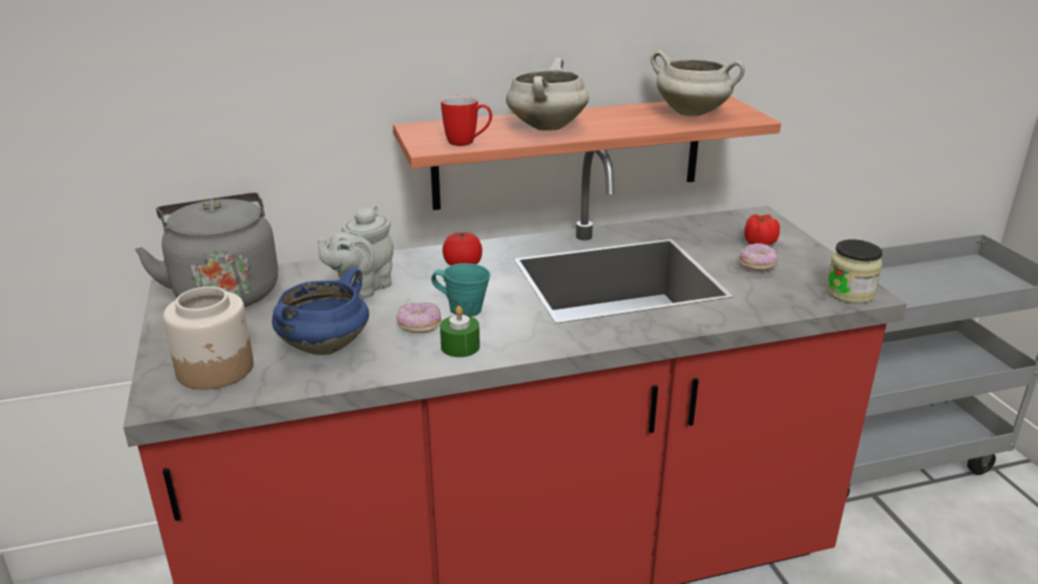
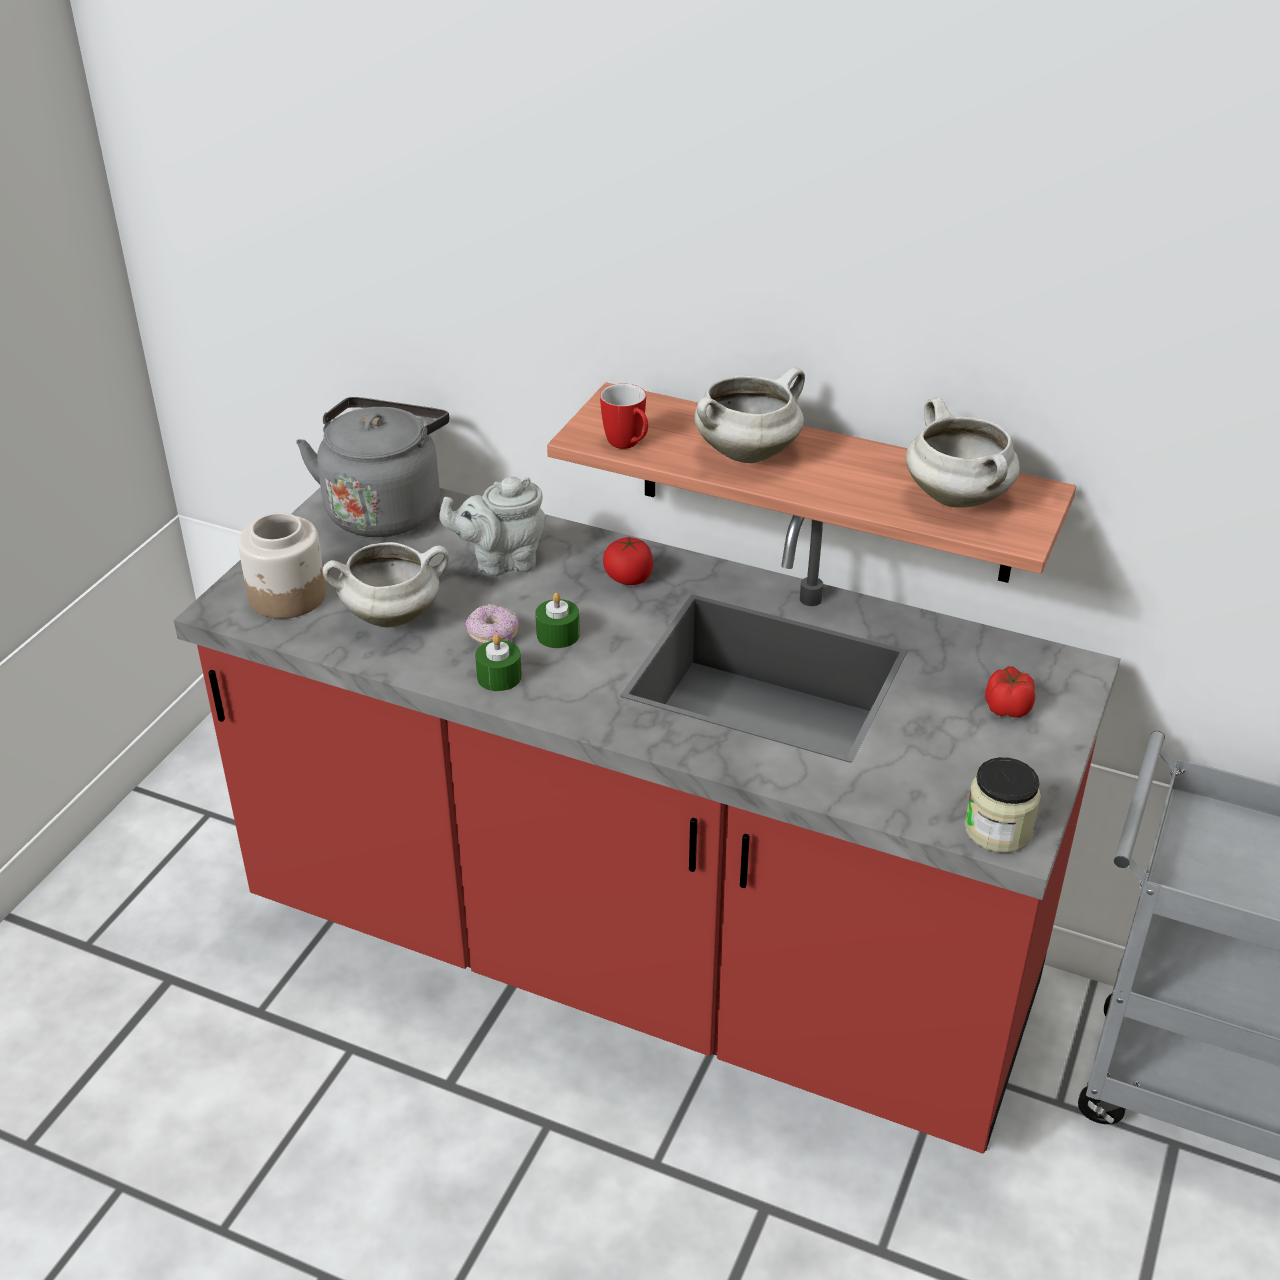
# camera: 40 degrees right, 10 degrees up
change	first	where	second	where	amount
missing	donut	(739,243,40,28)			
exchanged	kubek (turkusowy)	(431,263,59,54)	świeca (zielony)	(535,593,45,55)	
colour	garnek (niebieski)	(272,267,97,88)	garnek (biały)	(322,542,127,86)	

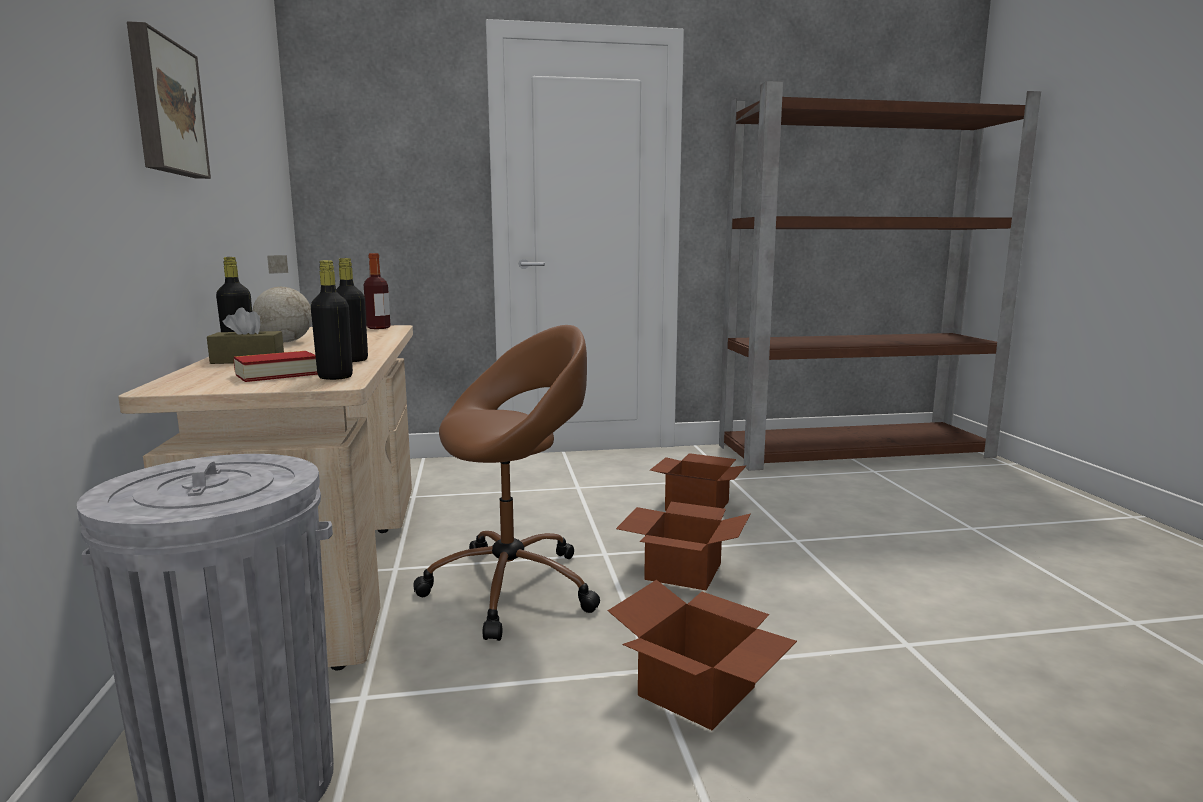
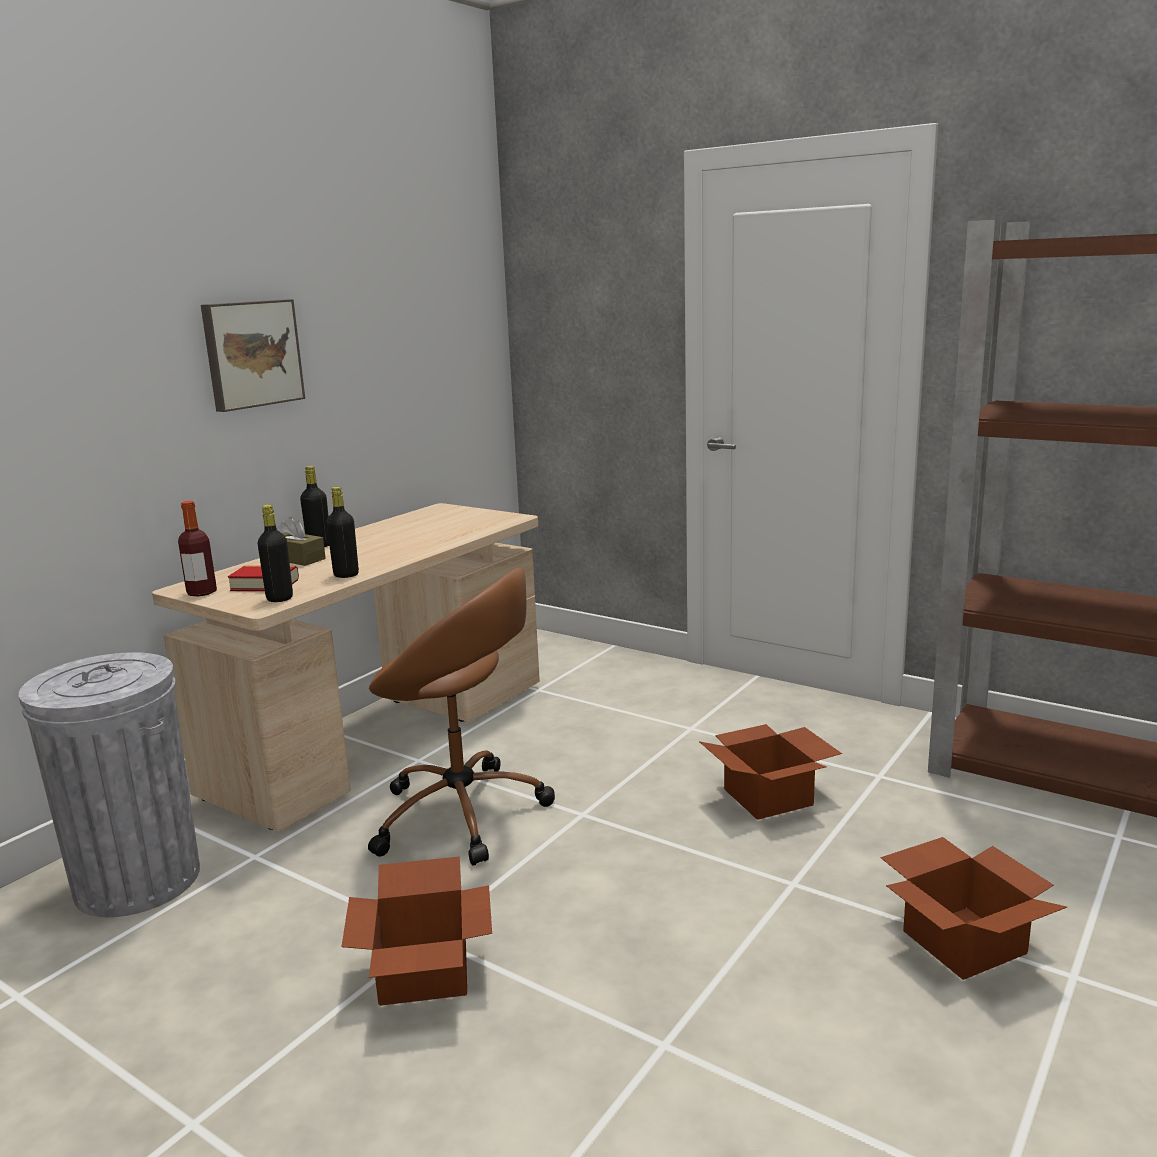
# camera: 45 degrees right, 5 degrees up
change	first	where	second	where	amount
relocated	butelka	(364,253,27,76)		(178,501,39,96)	
missing	globus	(252,255,60,87)			
relocated	karton	(616,502,135,89)		(880,837,187,143)	

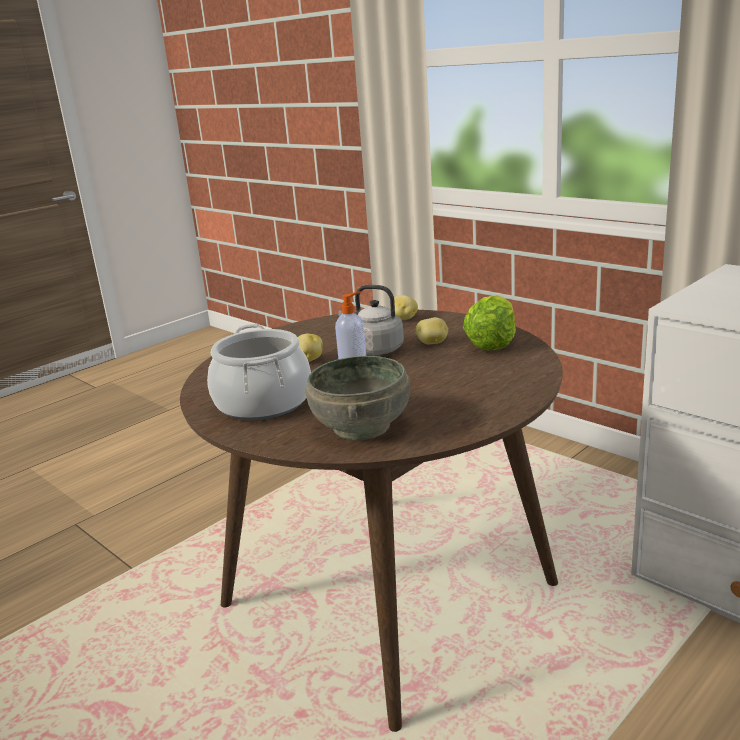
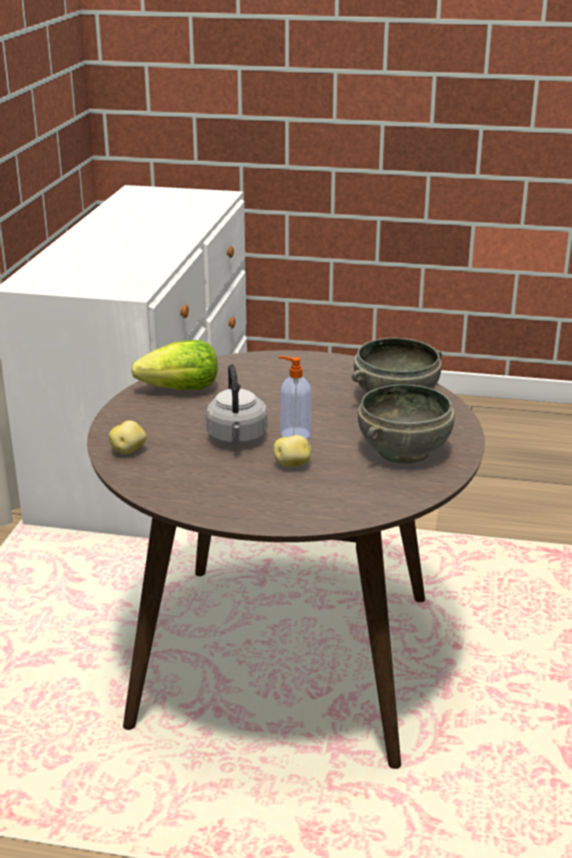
# camera: 125 degrees left, 5 degrees up
change	first	where	second	where	amount
missing	ziemniak	(416,317,32,27)			
exchanged	garnek	(207,324,104,96)	miska (szary)	(358,384,97,80)	

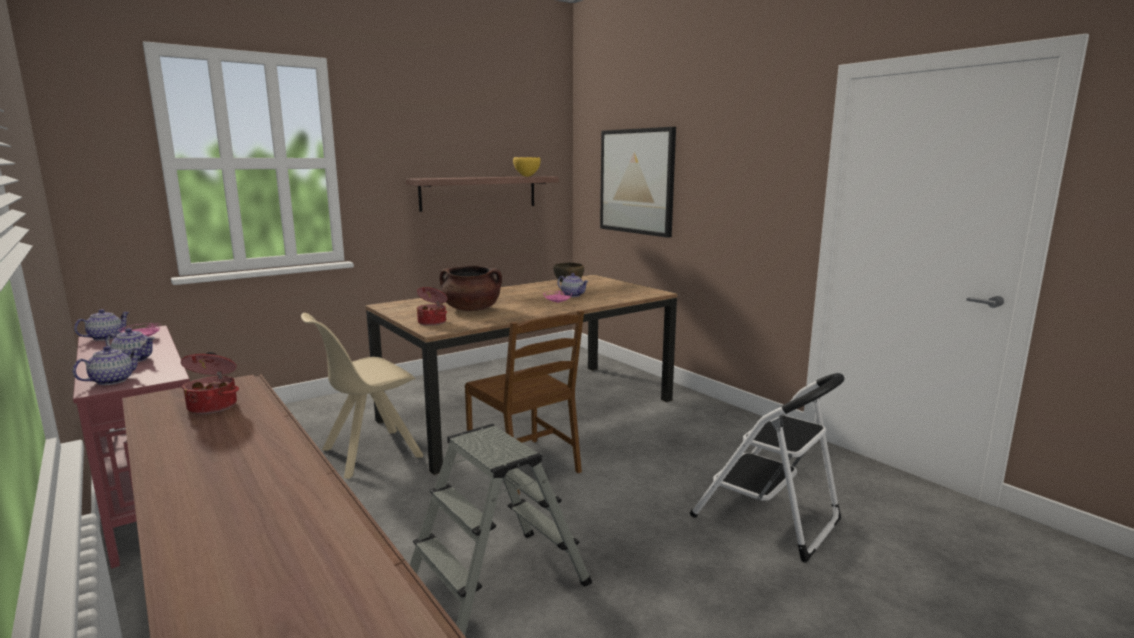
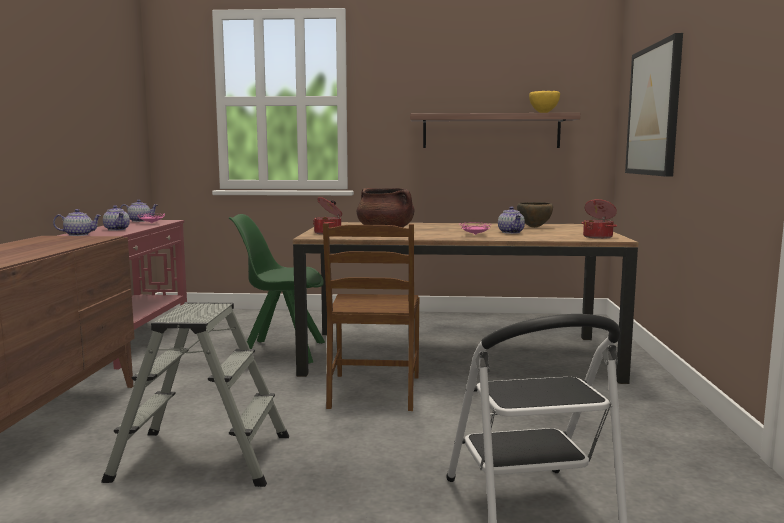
# camera: 40 degrees right, 5 degrees down
change	first	where	second	where	amount
colour	krzesło (beżowy)	(301,313,123,166)	krzesło (zielony)	(229,214,96,149)	
relocated	garnek	(181,352,58,62)		(581,199,36,40)	

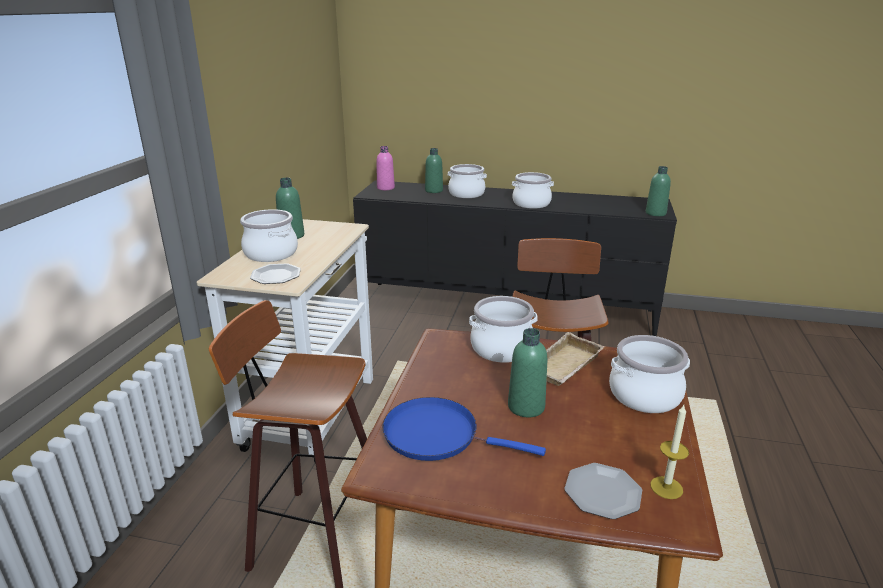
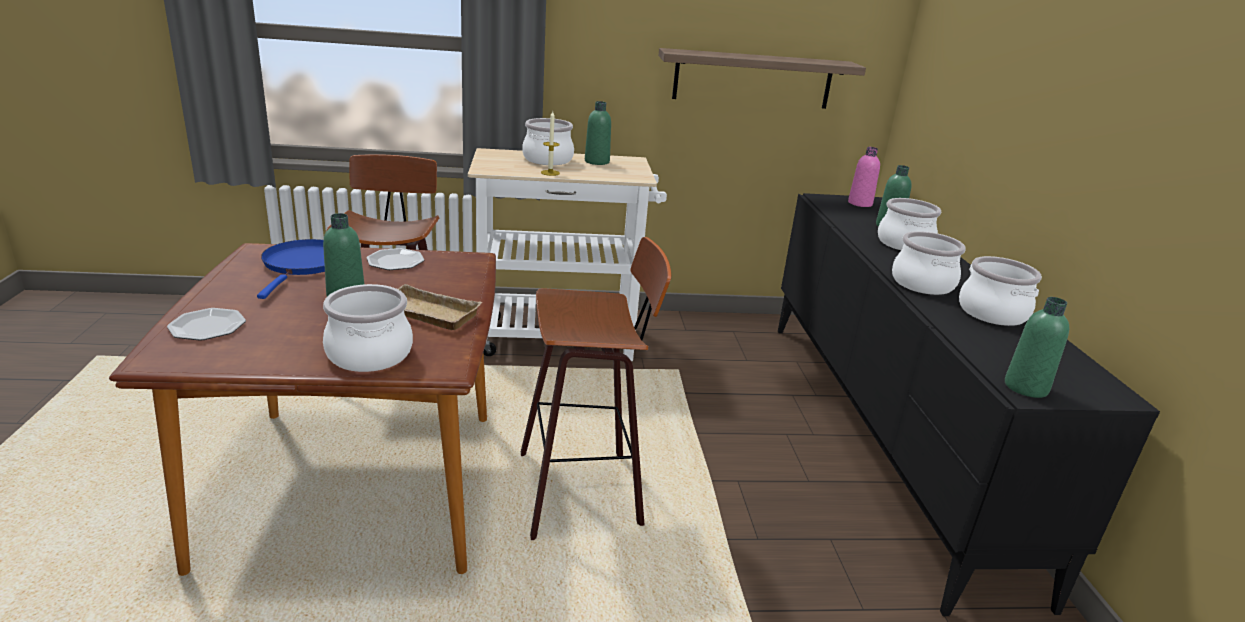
# camera: 70 degrees right, 0 degrees up
change	first	where	second	where	amount
relocated	talerz	(250,263,51,21)		(366,248,58,22)	
relocated	garnek	(469,296,69,67)		(959,256,83,70)	
relocated	świeca	(650,405,39,94)		(541,111,19,65)	
appeared			półka	(658,48,208,61)	

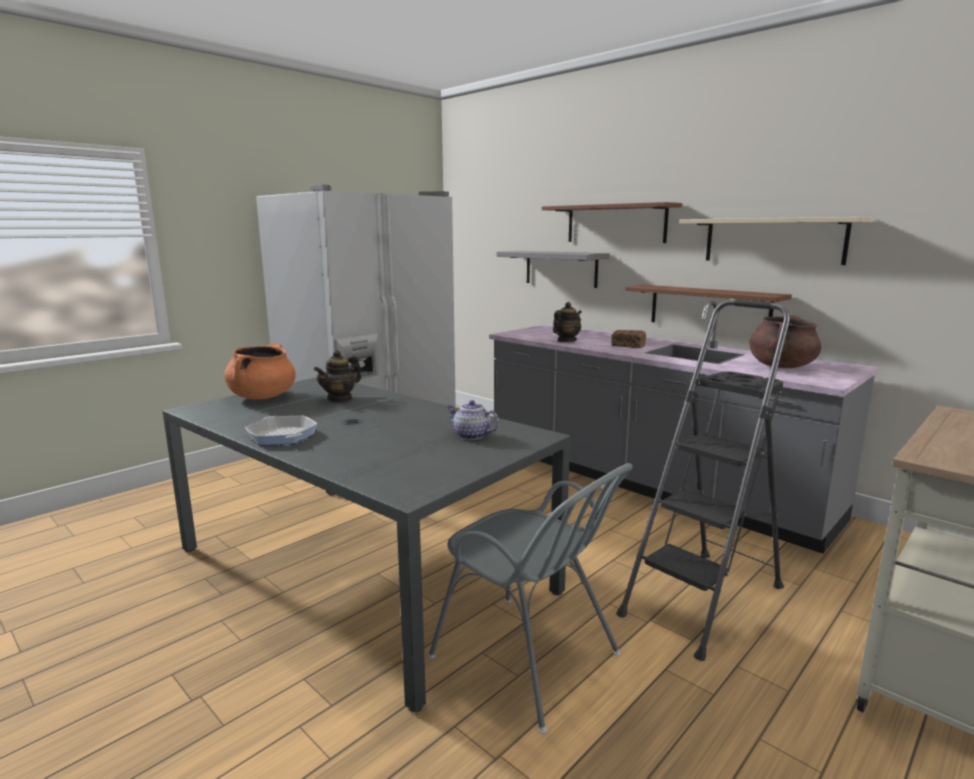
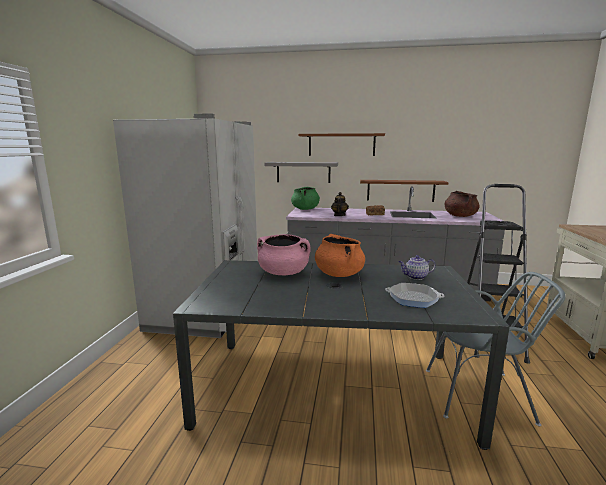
# camera: 35 degrees left, 0 degrees up
change	first	where	second	where	amount
missing	półka (beżowy)	(679,217,193,48)			
relocated	garnek (pomarańczowy)	(224,344,72,56)		(315,234,50,43)	
exchanged	imbryk	(314,350,48,52)	garnek (różowy)	(257,234,53,41)	
relocated	patelnia	(245,416,72,29)		(385,283,60,25)	
appeared			garnek (zielony)	(291,187,29,23)	

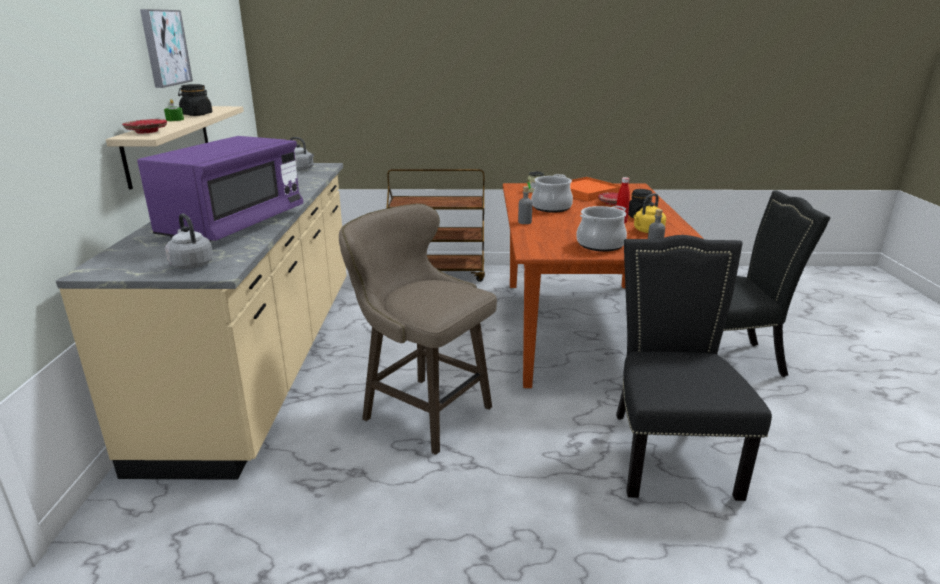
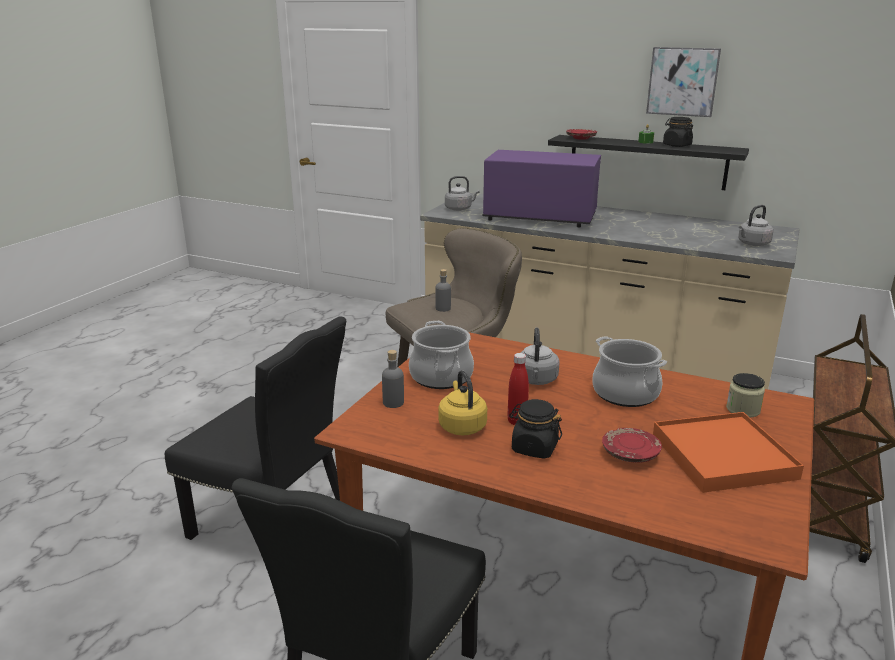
# camera: 115 degrees right, 0 degrees up
change	first	where	second	where	amount
colour	półka (beżowy)	(106,106,138,84)	półka (czarny)	(548,135,201,55)	
spun	mikrofalówka (fioletowy)	(137,136,166,106)		(483,150,118,77)	150 degrees clockwise
relocated	butelka (szary)	(518,186,14,38)		(435,269,16,43)	
appeared			czajnik (szary)	(520,327,40,58)	

